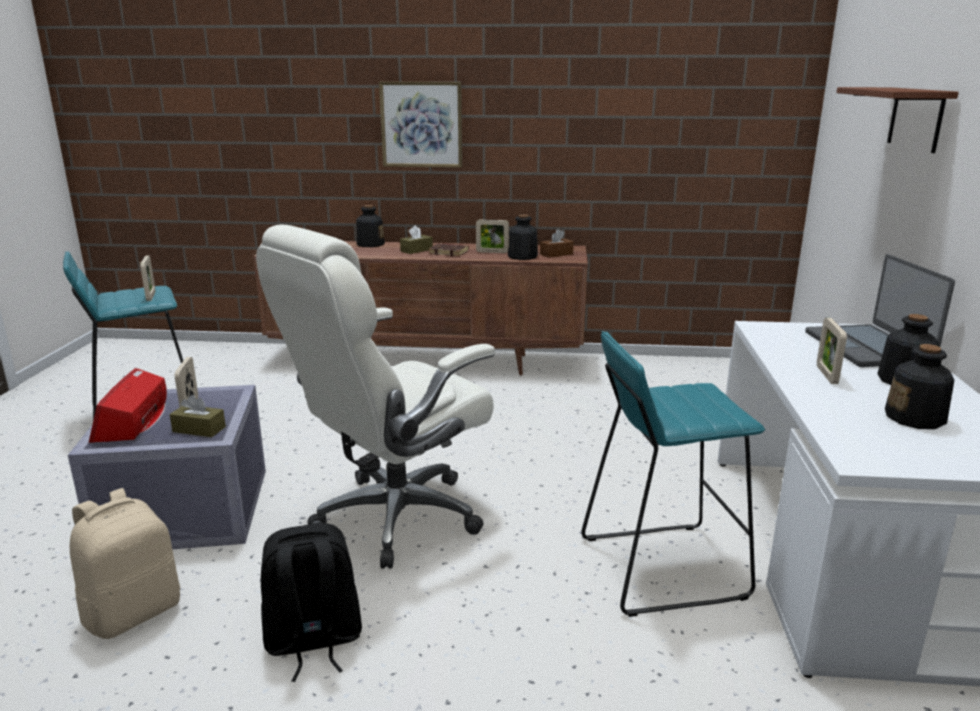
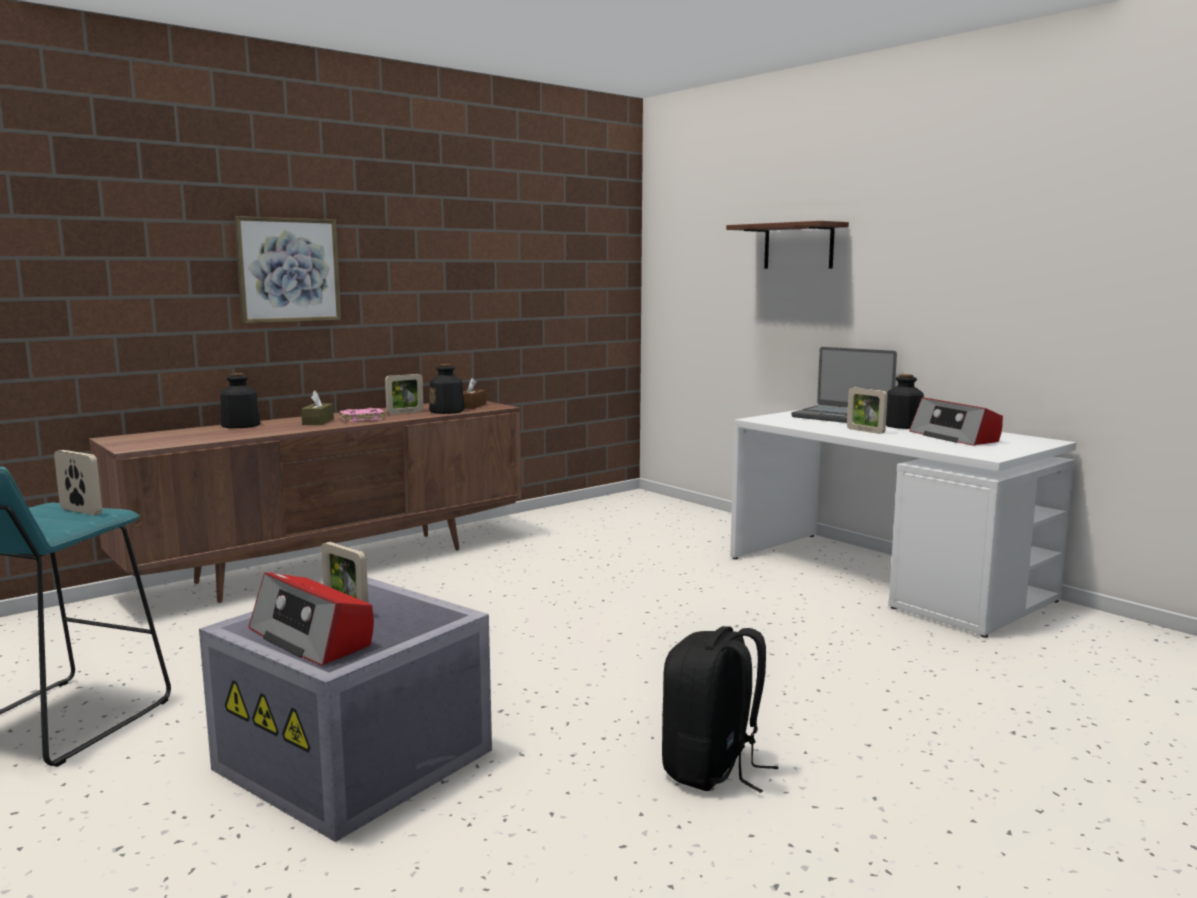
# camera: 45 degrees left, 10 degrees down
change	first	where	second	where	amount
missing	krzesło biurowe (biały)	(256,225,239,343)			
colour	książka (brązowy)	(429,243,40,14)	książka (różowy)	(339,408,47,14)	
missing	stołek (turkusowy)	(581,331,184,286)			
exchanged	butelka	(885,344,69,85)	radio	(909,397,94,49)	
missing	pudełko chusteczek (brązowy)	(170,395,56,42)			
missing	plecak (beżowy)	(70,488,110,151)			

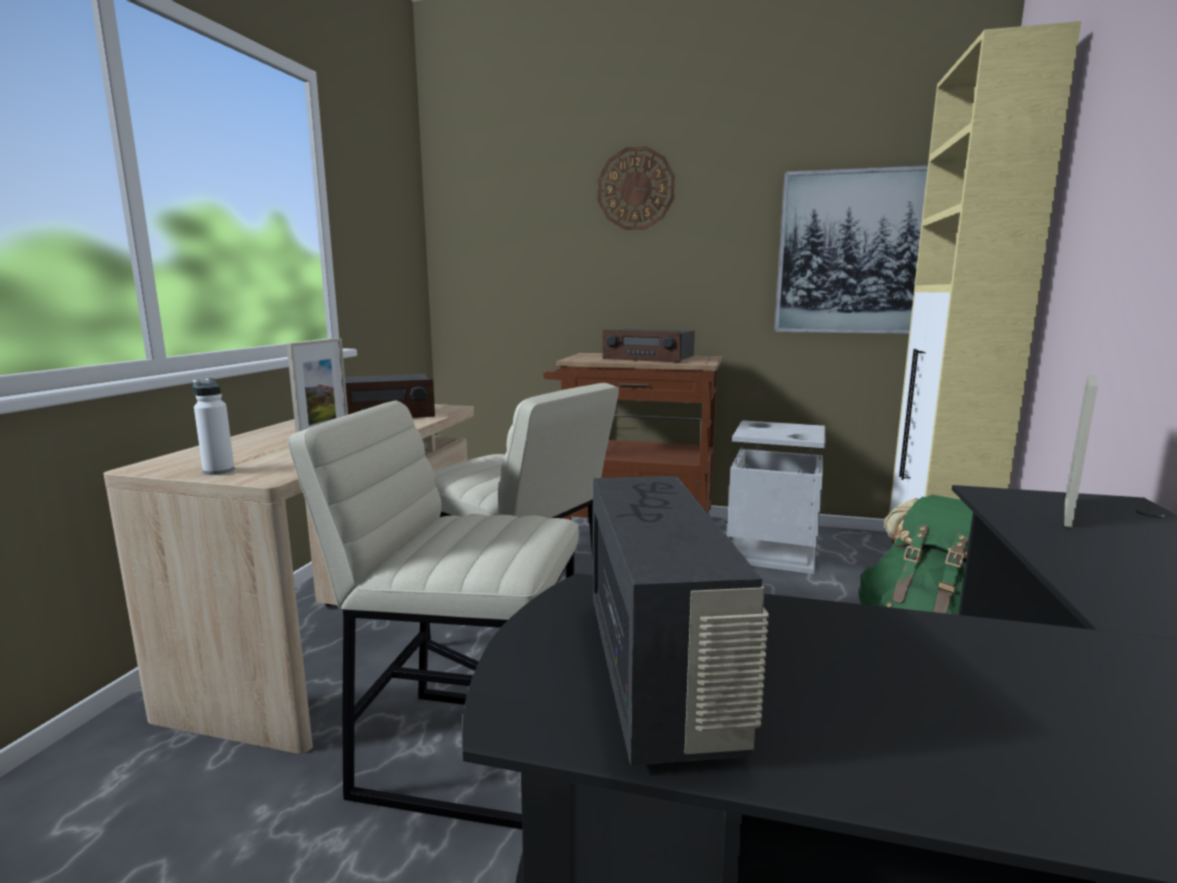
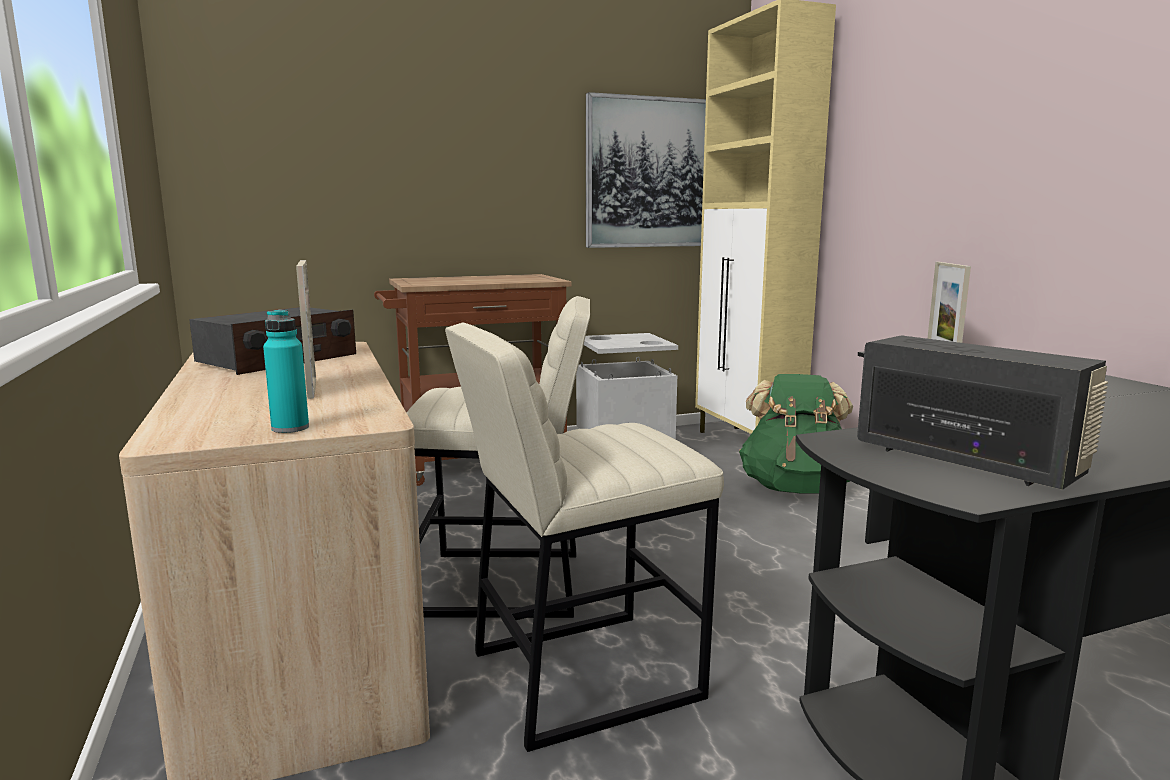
# camera: 35 degrees left, 0 degrees up
change	first	where	second	where	amount
missing	zegar ścienny	(598,146,77,84)			
missing	radio	(603,329,92,34)			
colour	butelka (biały)	(193,378,42,97)	butelka (turkusowy)	(263,309,46,124)	

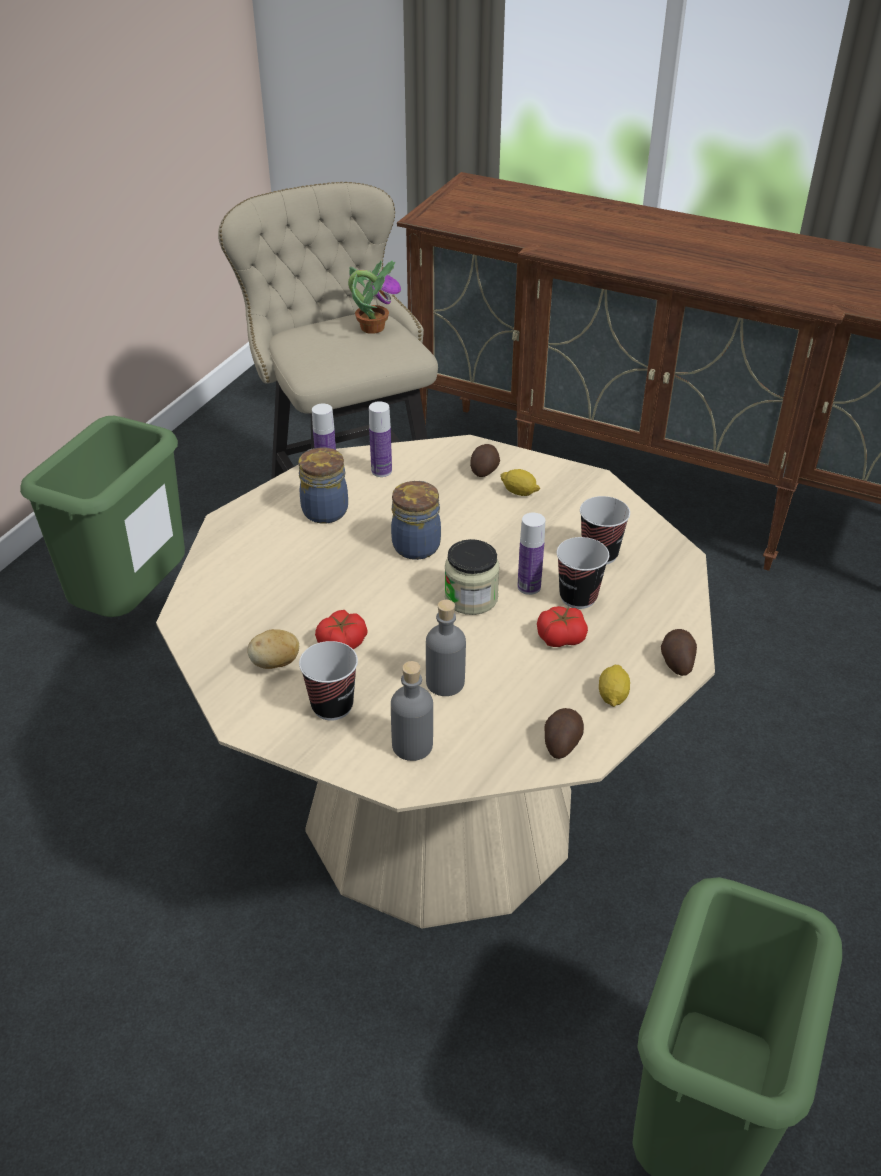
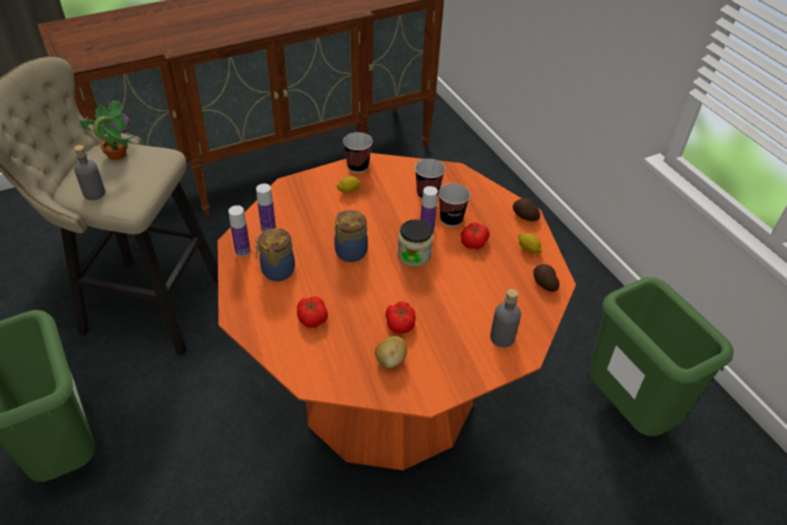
# camera: 55 degrees left, 5 degrees up
change	first	where	second	where	amount
colour	stół jadalny (beżowy)	(156,435,559,494)	stół jadalny (pomarańczowy)	(218,153,358,317)	
missing	ziemniak	(470,444,30,33)			
relocated	butelka (szary)	(426,600,40,96)		(74,145,31,55)	
relocated	filiżanka	(299,641,59,80)		(343,132,30,41)	
appeared			pomidor	(297,296,31,32)	

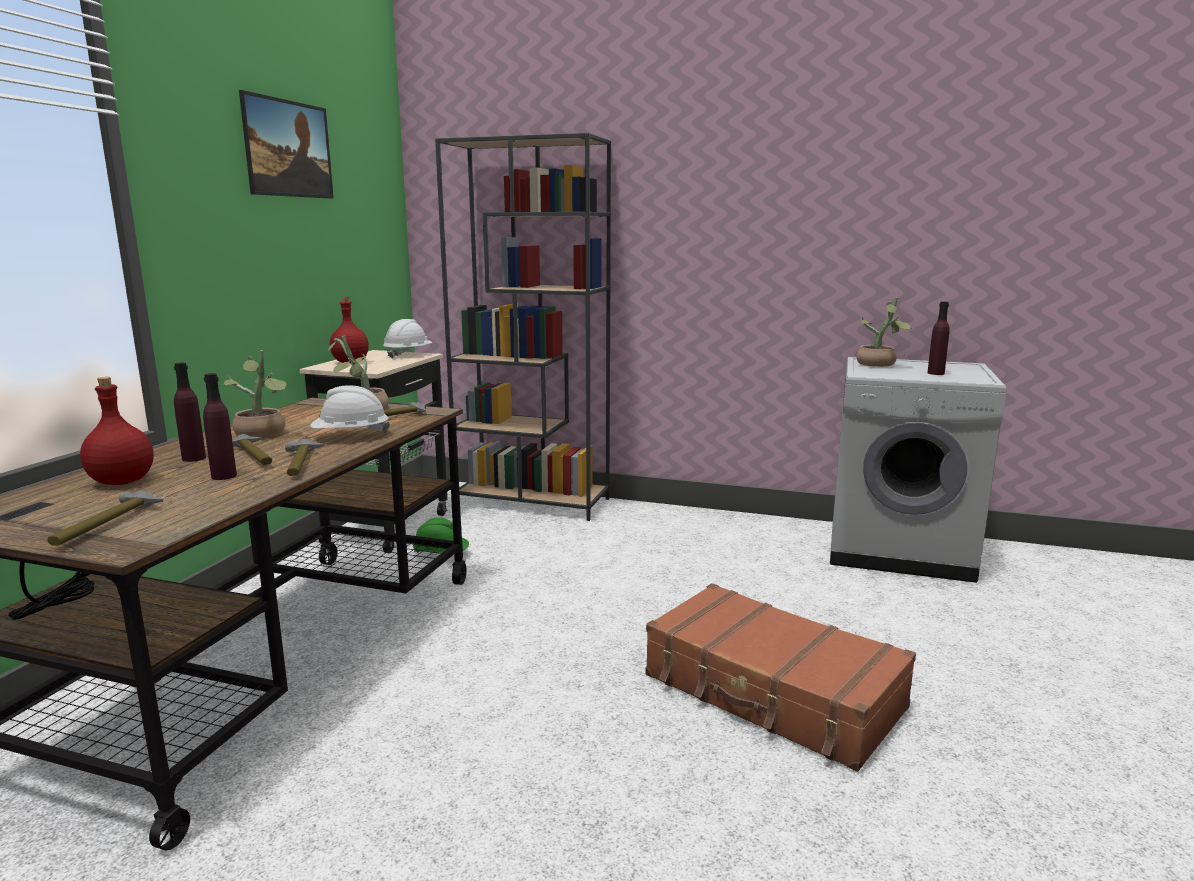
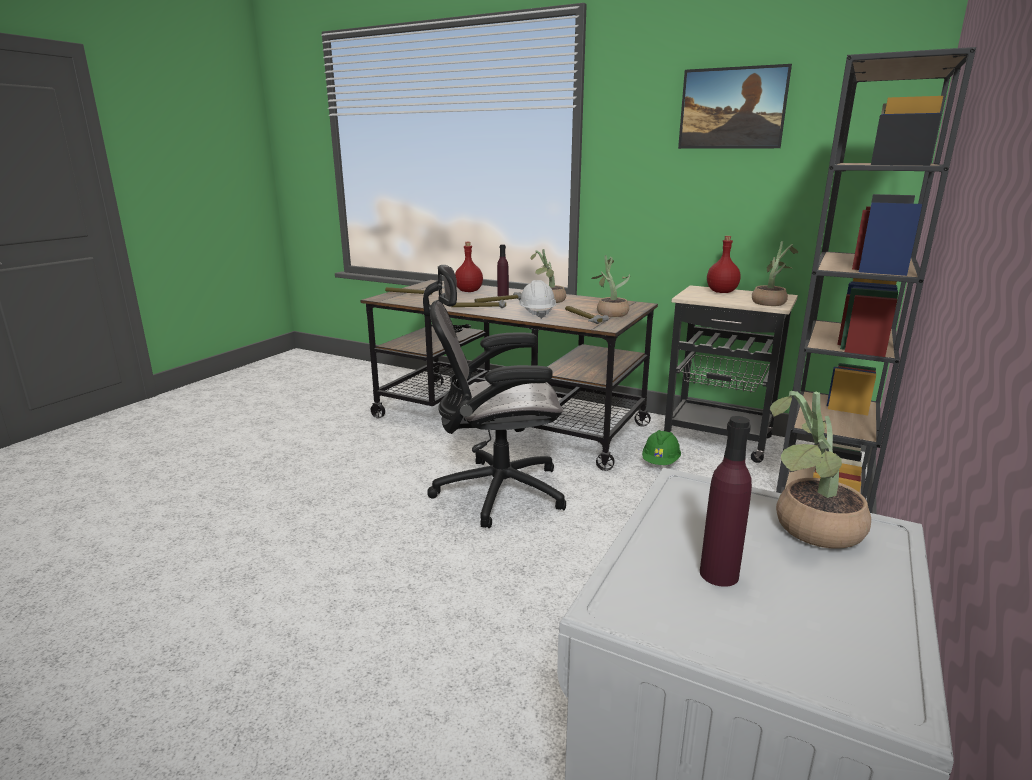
# camera: 100 degrees right, 5 degrees up
change	first	where	second	where	amount
exchanged	kask (biały)	(383,319,50,40)	roślina doniczkowa	(752,241,46,65)	
missing	butelka (fioletowy)	(203,373,34,107)			
missing	walizka (brązowy)	(645,583,271,189)			
appeared			krzesło biurowe	(423,265,143,263)	

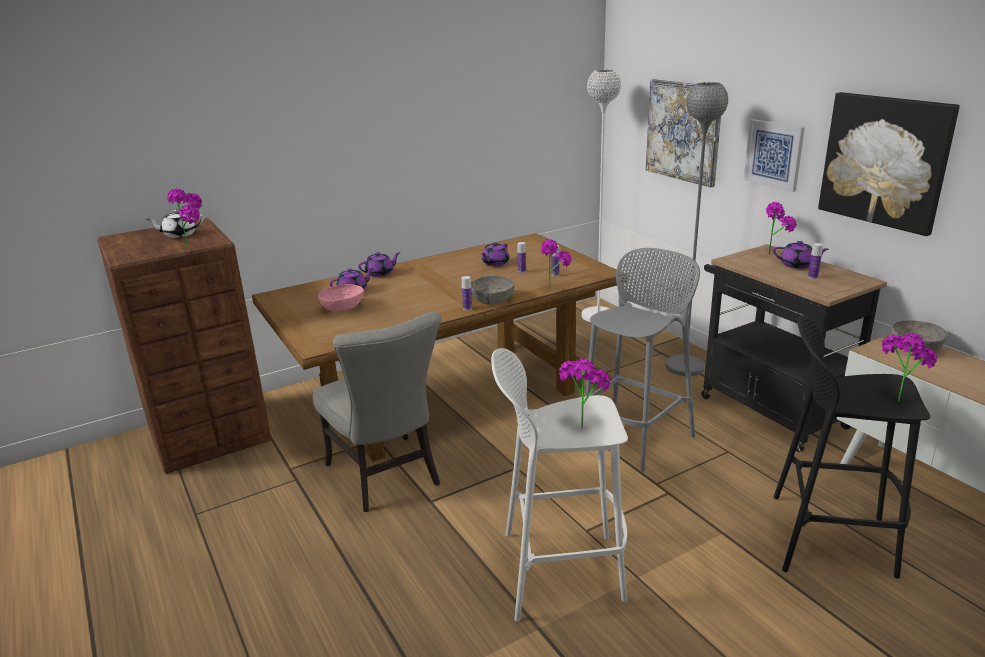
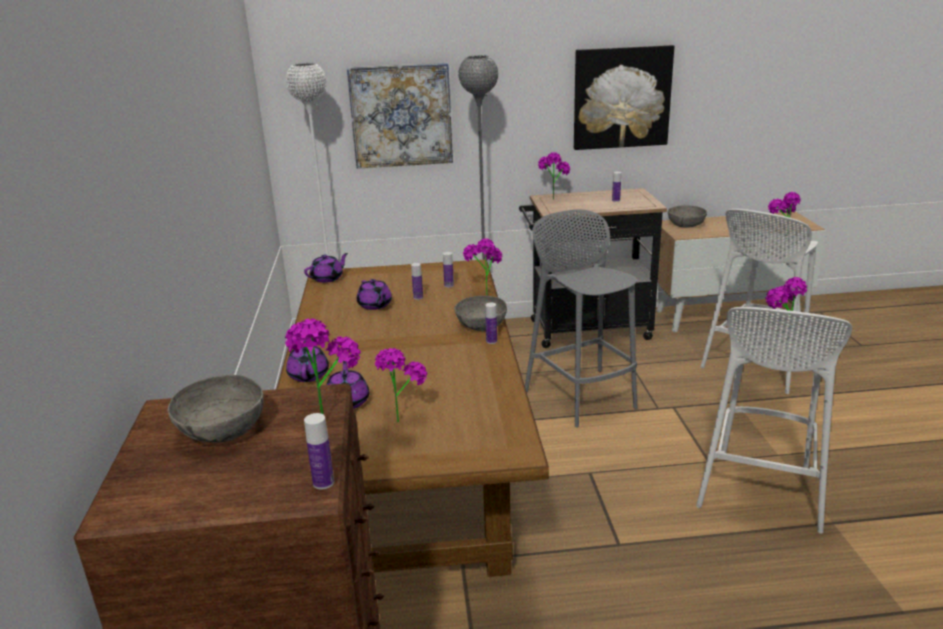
# camera: 65 degrees left, 0 degrees up
change	first	where	second	where	amount
missing	obraz	(744,119,61,73)			
exchanged	imbryk (biały)	(146,209,58,29)	miska (szary)	(168,375,96,68)	
relocated	imbryk (fioletowy)	(773,241,56,28)		(304,253,44,30)	
exchanged	miska (różowy)	(318,284,46,28)	roślina doniczkowa	(375,348,52,74)	
missing	krzesło (szary)	(312,311,130,201)			
colour	stołek (czarny)	(773,315,158,264)	stołek (biały)	(700,209,118,185)	
appeared			butelka	(304,413,30,77)	

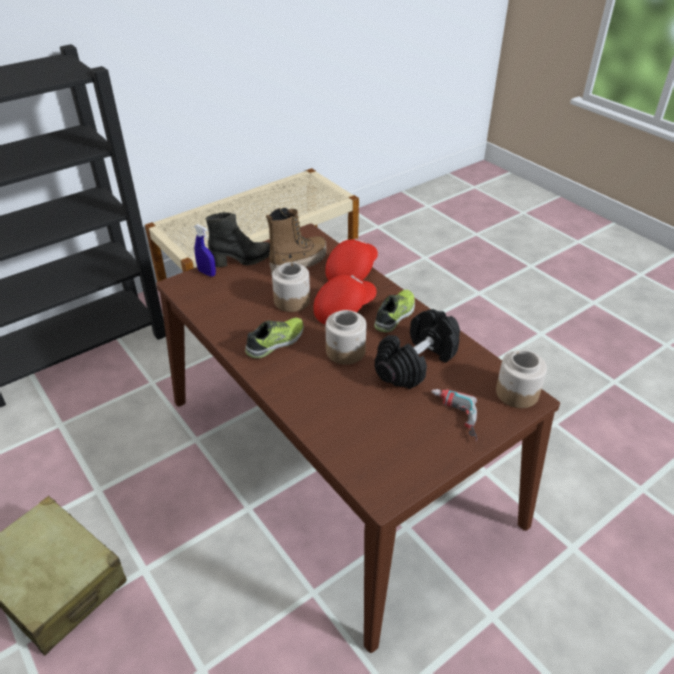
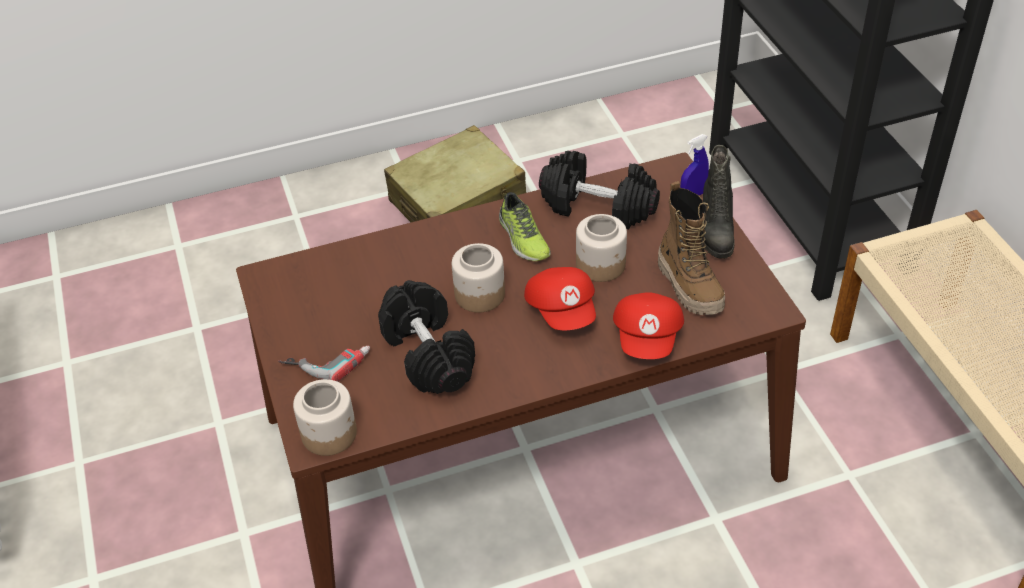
# camera: 110 degrees right, 5 degrees up
change	first	where	second	where	amount
spun	czapka z daszkiem (czerwony)	(325,238,53,43)		(613,292,71,67)	45 degrees clockwise
missing	but	(374,290,41,42)			
appeared			hantel (czarny)	(539,151,121,78)	

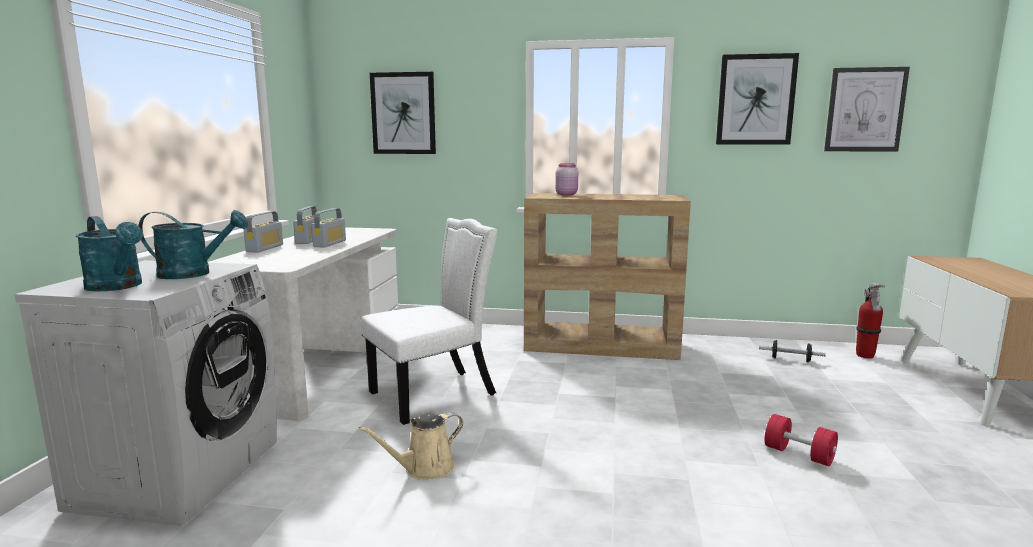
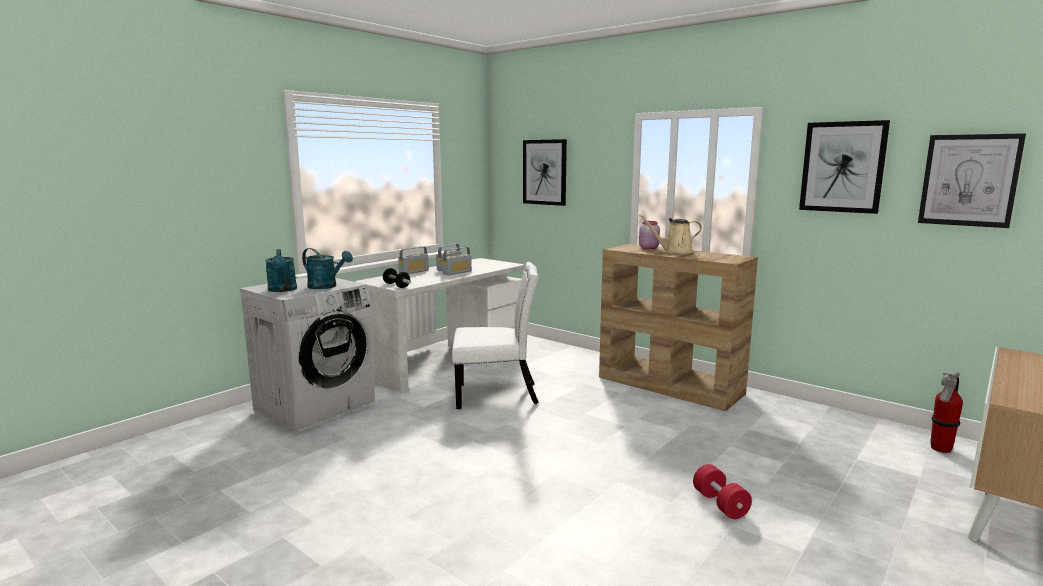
# camera: 30 degrees right, 0 degrees up
change	first	where	second	where	amount
relocated	hantel	(759,340,67,22)		(383,268,28,20)	
relocated	konewka (beżowy)	(359,412,104,67)		(639,215,63,39)	

